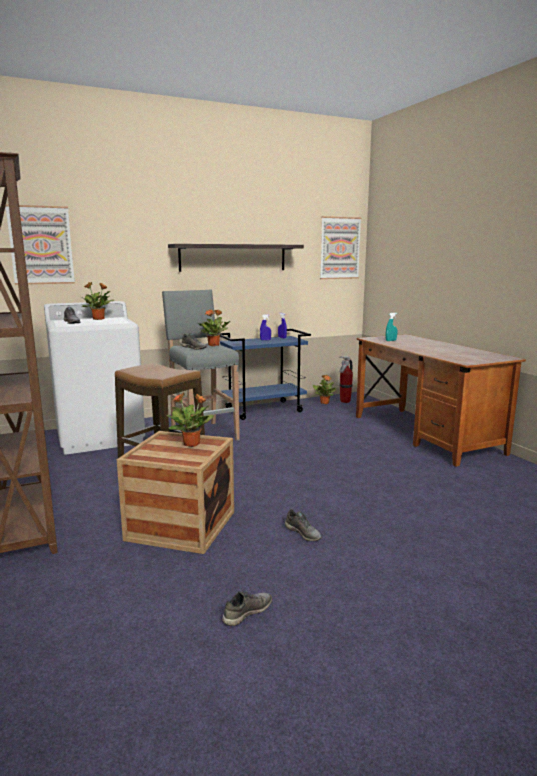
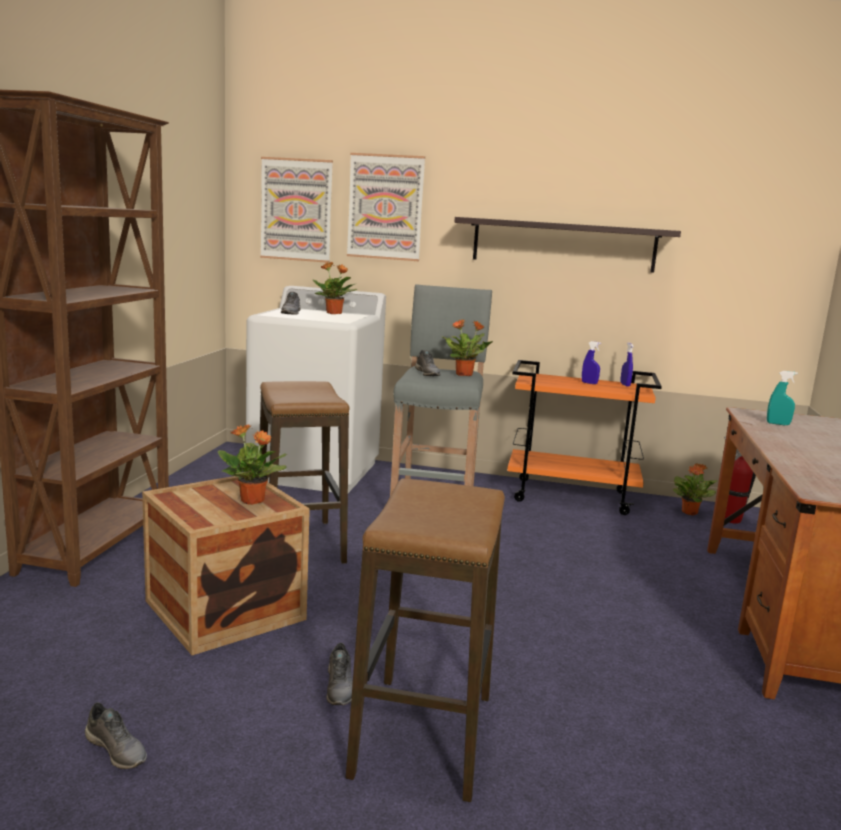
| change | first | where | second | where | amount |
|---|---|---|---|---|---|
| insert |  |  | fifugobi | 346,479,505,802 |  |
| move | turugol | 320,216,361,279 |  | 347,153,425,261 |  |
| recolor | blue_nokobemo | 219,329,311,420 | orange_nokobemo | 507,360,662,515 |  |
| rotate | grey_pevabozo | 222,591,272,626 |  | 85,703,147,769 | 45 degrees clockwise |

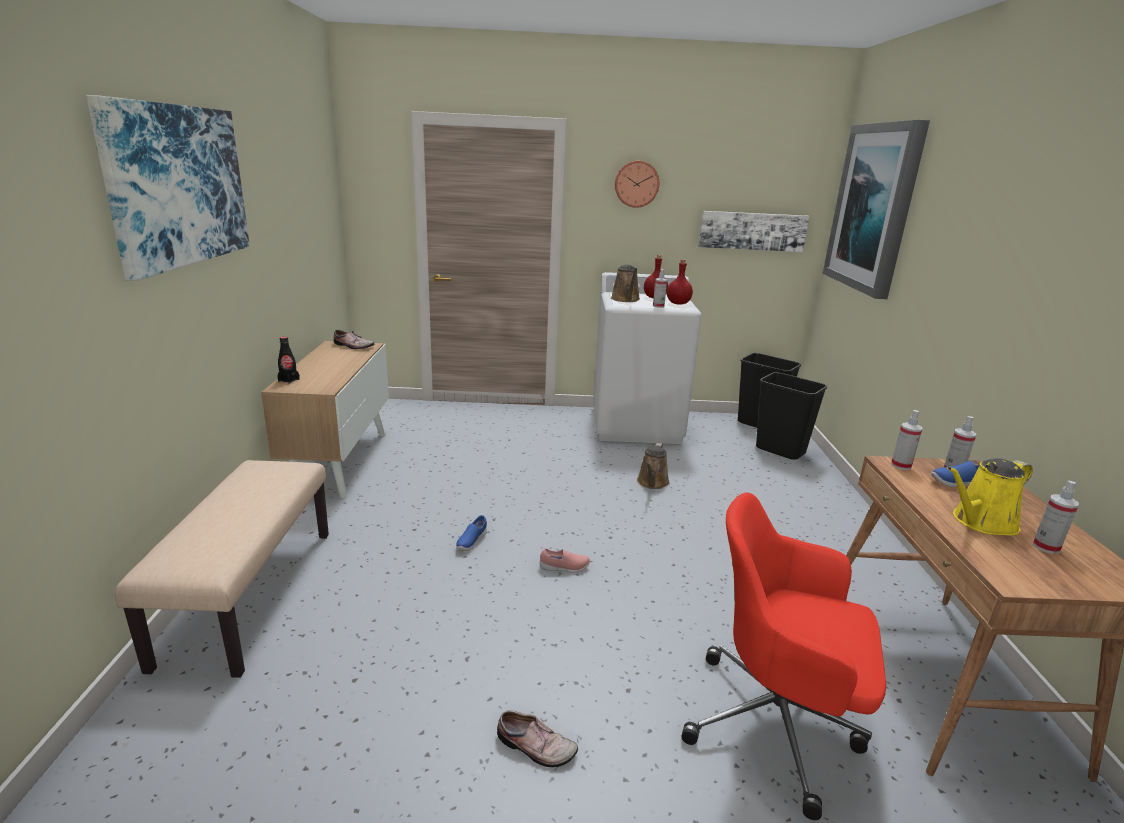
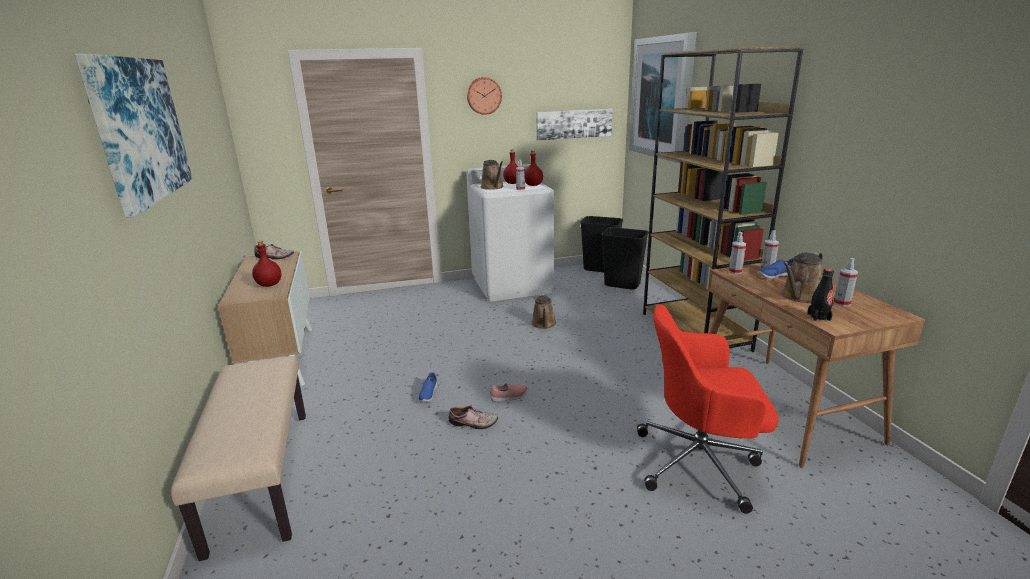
| change | first | where | second | where | amount |
|---|---|---|---|---|---|
| insert |  |  | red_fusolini | 252,241,281,287 |  |
| insert |  |  | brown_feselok | 643,46,803,352 |  |
| move | black_fusolini | 277,336,300,384 |  | 807,269,834,321 |  |
| move | pevabozo | 497,710,578,767 |  | 449,406,498,429 |  |
| recolor | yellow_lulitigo | 947,458,1033,536 | brown_lulitigo | 781,252,823,303 |  |

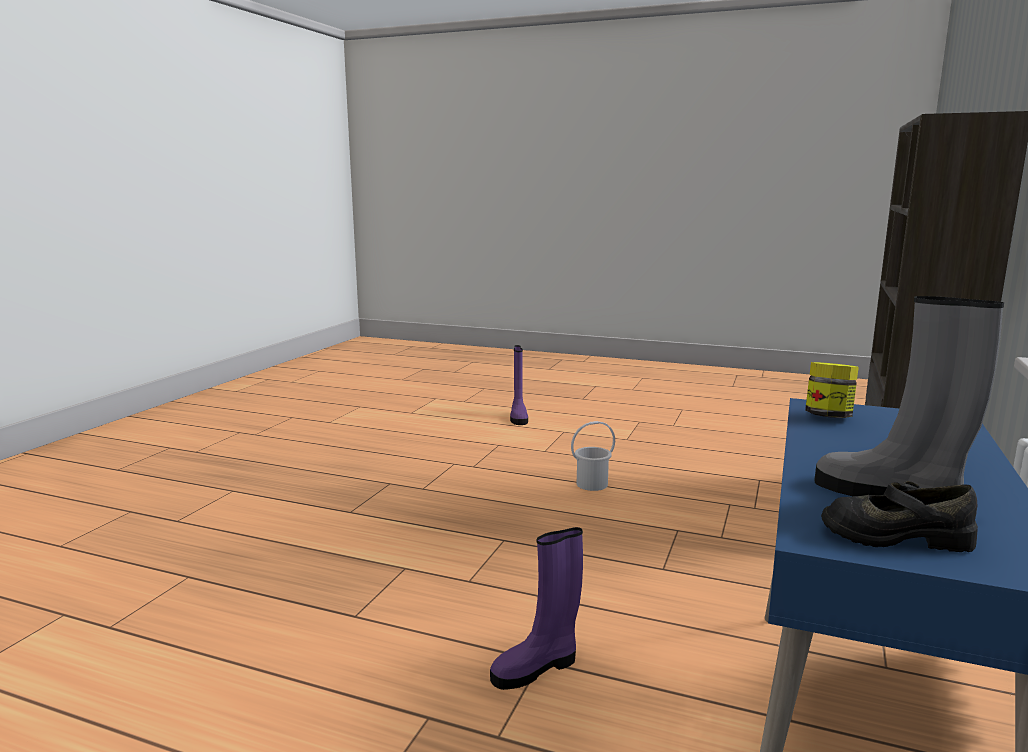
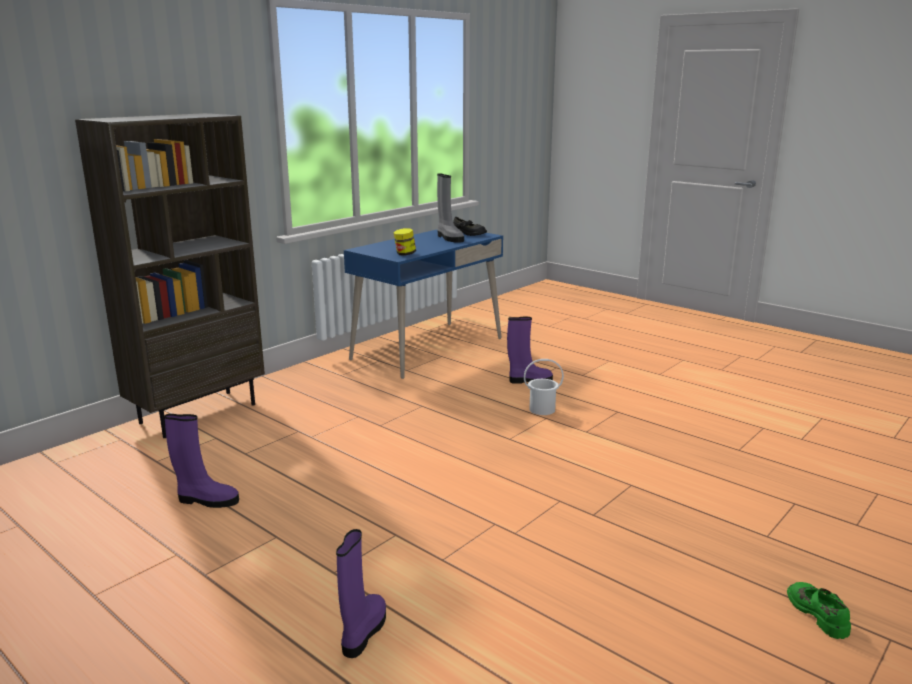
| change | first | where | second | where | amount |
|---|---|---|---|---|---|
| insert |  |  | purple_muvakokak | 164,414,239,508 |  |
| insert |  |  | green_pevabozo | 787,582,851,639 |  |
| move | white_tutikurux | 571,421,615,491 |  | 524,359,564,415 |  |

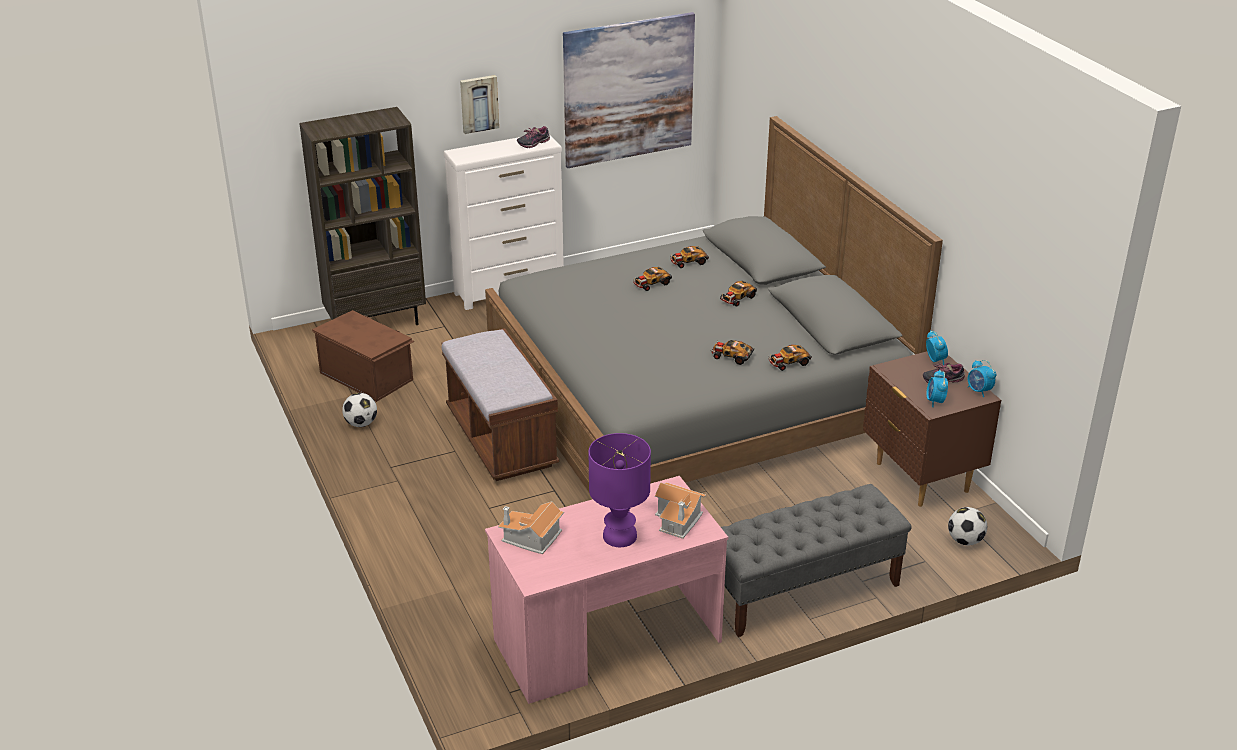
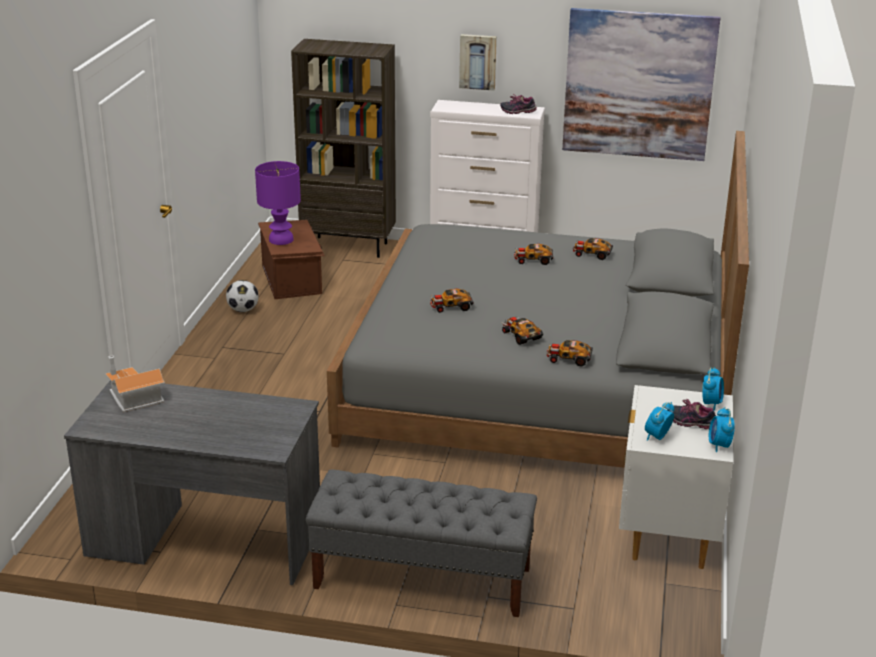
| change | first | where | second | where | amount |
|---|---|---|---|---|---|
| delete | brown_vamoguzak | 442,328,559,481 |  |  |  |
| delete | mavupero | 655,482,706,539 |  |  |  |
| delete | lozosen | 948,507,987,546 |  |  |  |
| move | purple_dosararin | 589,433,651,547 |  | 255,161,301,245 |  |
| move | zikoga | 719,281,757,307 |  | 430,289,474,313 |  |
| recolor | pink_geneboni | 485,476,728,704 | grey_geneboni | 64,381,320,585 |  |
| recolor | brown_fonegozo | 863,351,1001,507 | white_fonegozo | 619,385,733,569 |  |

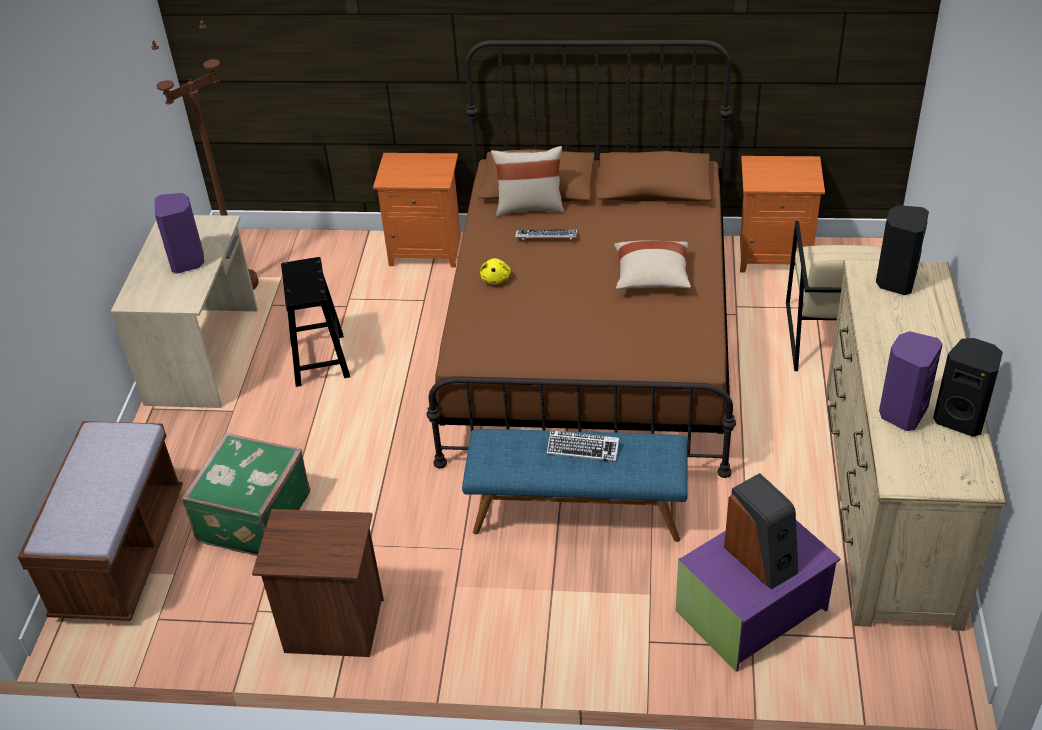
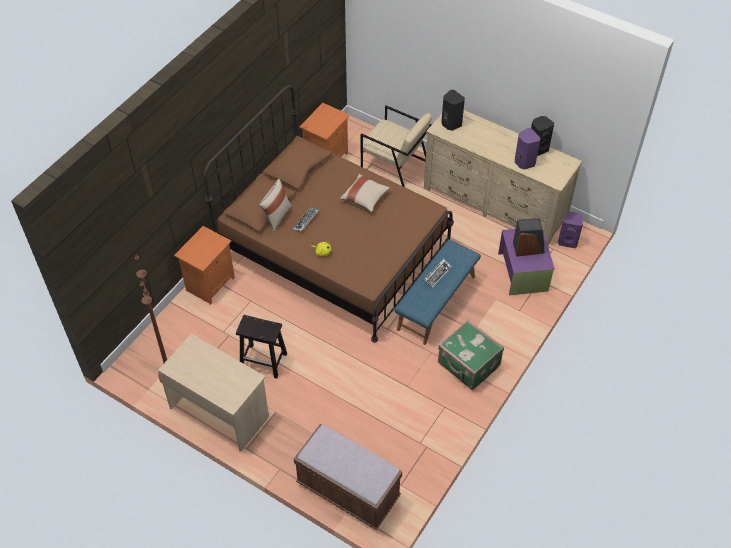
| change | first | where | second | where | amount |
|---|---|---|---|---|---|
| delete | brown_fonegozo | 252,509,384,657 |  |  |  |
| move | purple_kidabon | 155,193,204,274 |  | 558,211,583,248 |  |
| move | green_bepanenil | 181,433,310,556 |  | 438,320,504,390 |  |

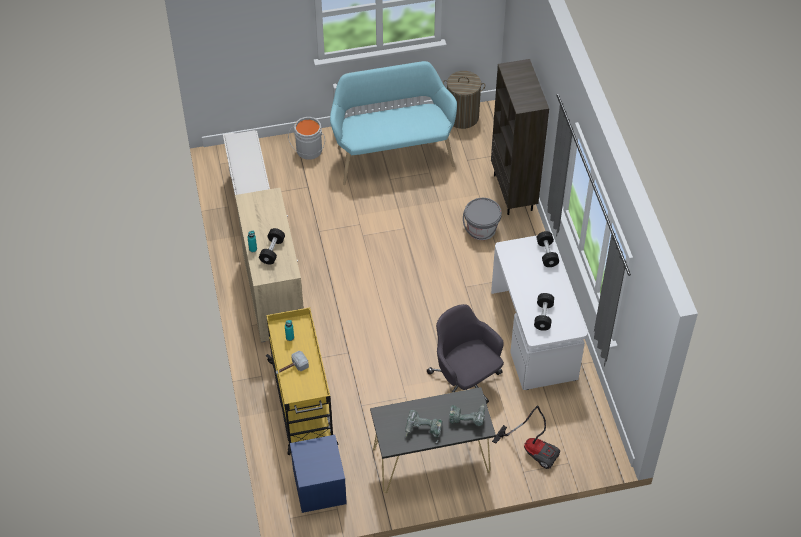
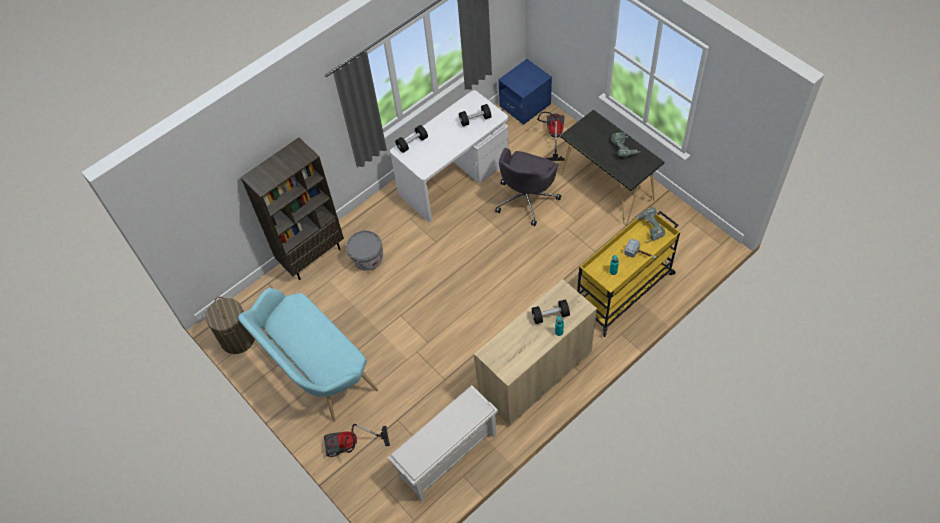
| change | first | where | second | where | amount |
|---|---|---|---|---|---|
| move | blue_fonegozo | 290,435,347,513 |  | 498,59,552,125 |  |
| move | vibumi | 449,403,485,426 |  | 632,207,665,243 |  |
| replace | grey_tutikurux | 288,117,325,160 | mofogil | 324,424,390,457 |  |

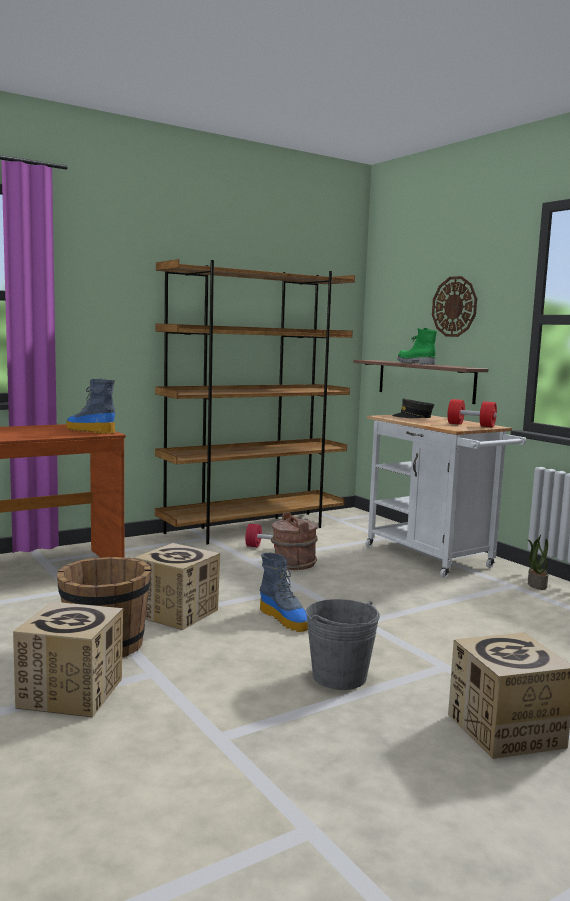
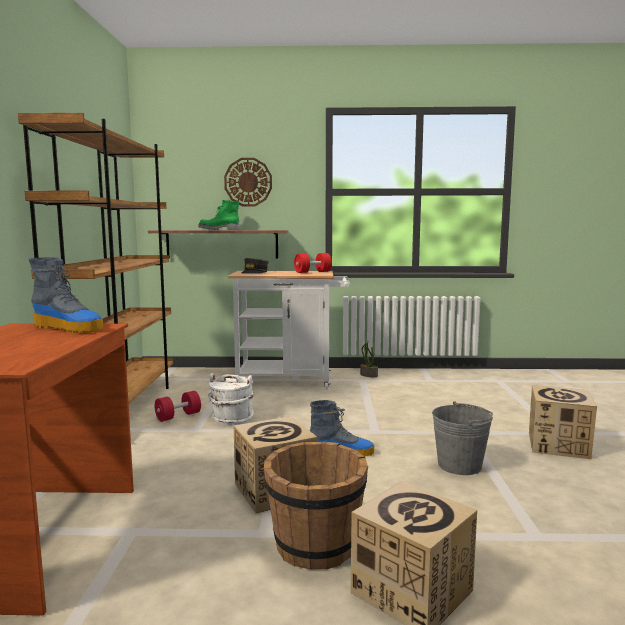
| change | first | where | second | where | amount |
|---|---|---|---|---|---|
| recolor | brown_tutikurux | 271,512,318,570 | white_tutikurux | 208,373,254,425 |  |
| rotate | muvakokak | 66,378,116,434 |  | 28,257,103,333 | 135 degrees counterclockwise |

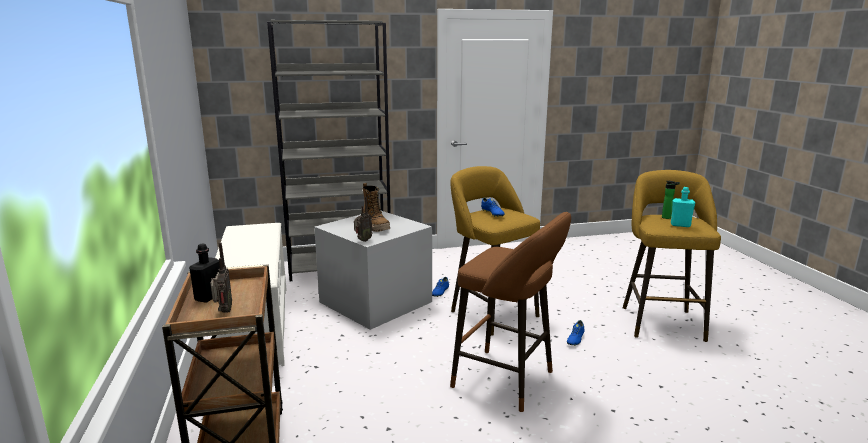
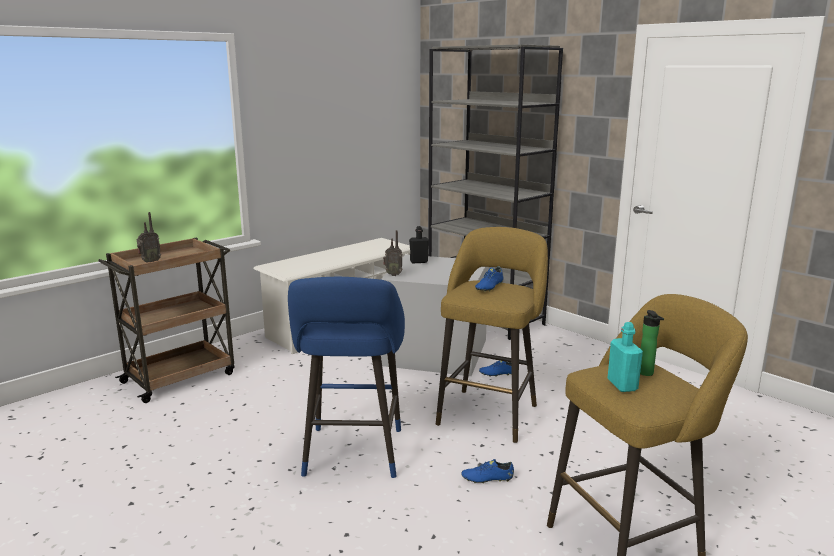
| change | first | where | second | where | amount |
|---|---|---|---|---|---|
| delete | muvakokak | 363,183,390,232 |  |  |  |
| move | black_fusolini | 189,243,220,303 |  | 409,226,429,263 |  |
| recolor | brown_fifugobi | 450,212,571,412 | blue_fifugobi | 288,277,405,478 |  |

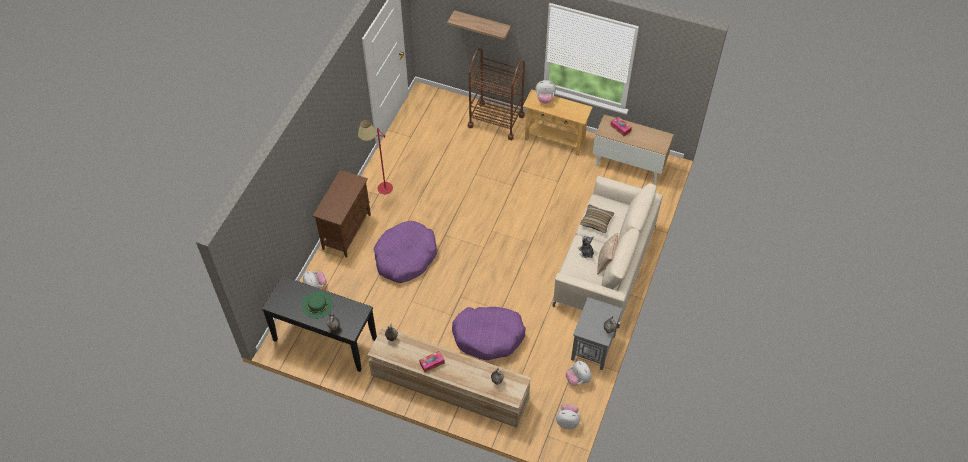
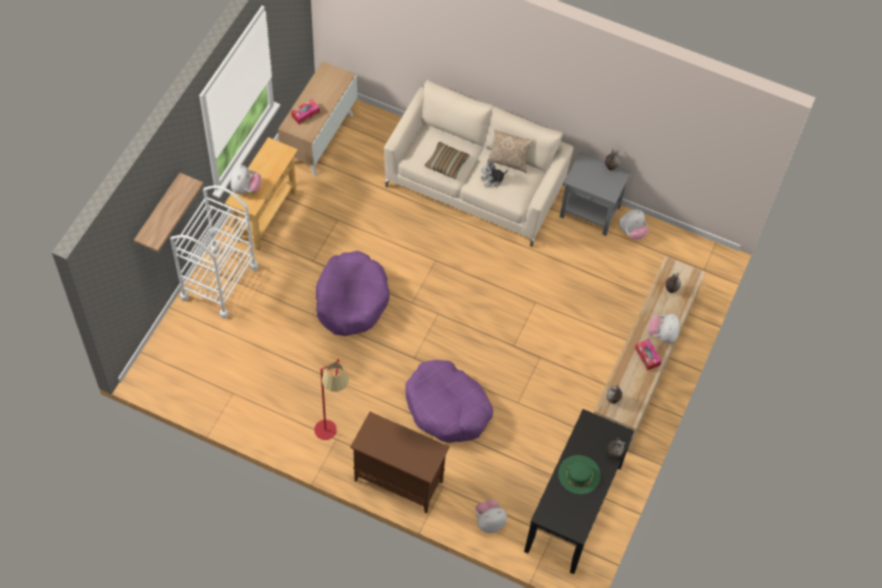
| change | first | where | second | where | amount |
|---|---|---|---|---|---|
| move | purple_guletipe | 452,307,526,360 |  | 316,250,390,336 |  |
| move | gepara | 556,404,580,429 |  | 648,314,679,343 |  |
| recolor | brown_nokobemo | 468,49,525,140 | white_nokobemo | 170,185,258,319 |  |

